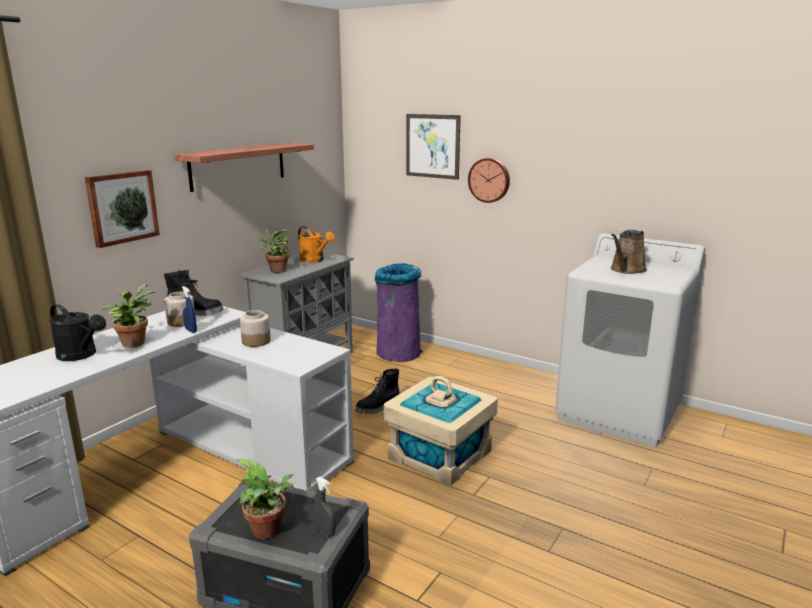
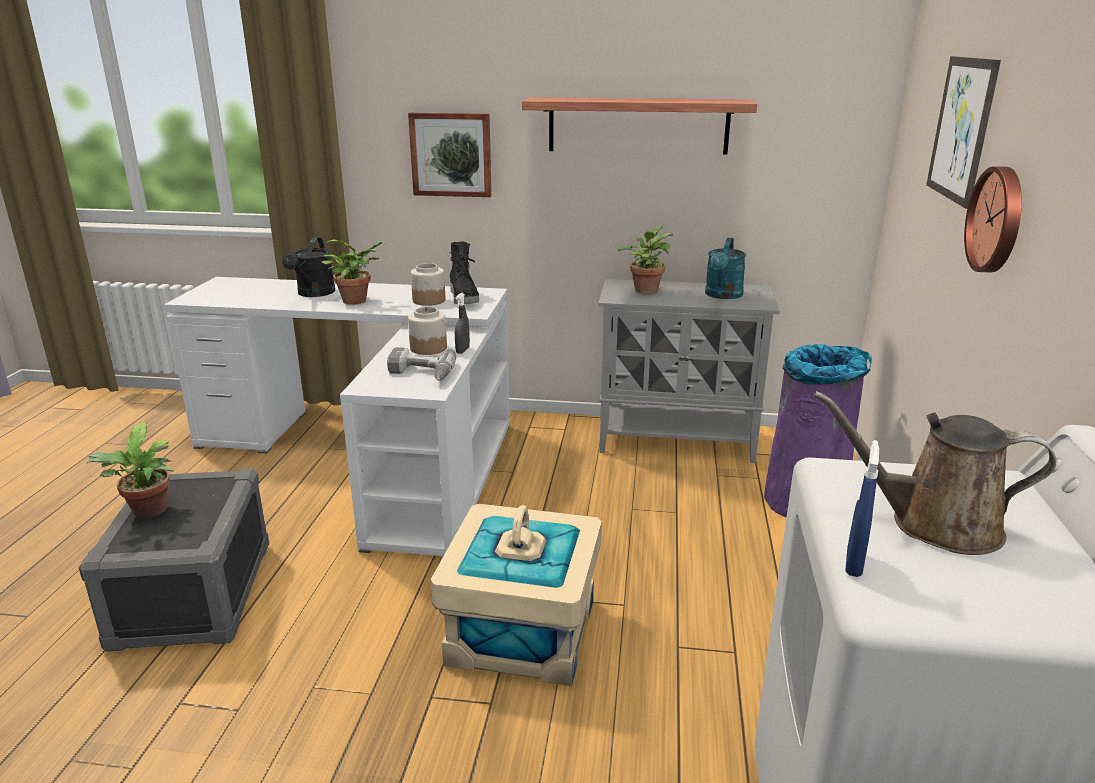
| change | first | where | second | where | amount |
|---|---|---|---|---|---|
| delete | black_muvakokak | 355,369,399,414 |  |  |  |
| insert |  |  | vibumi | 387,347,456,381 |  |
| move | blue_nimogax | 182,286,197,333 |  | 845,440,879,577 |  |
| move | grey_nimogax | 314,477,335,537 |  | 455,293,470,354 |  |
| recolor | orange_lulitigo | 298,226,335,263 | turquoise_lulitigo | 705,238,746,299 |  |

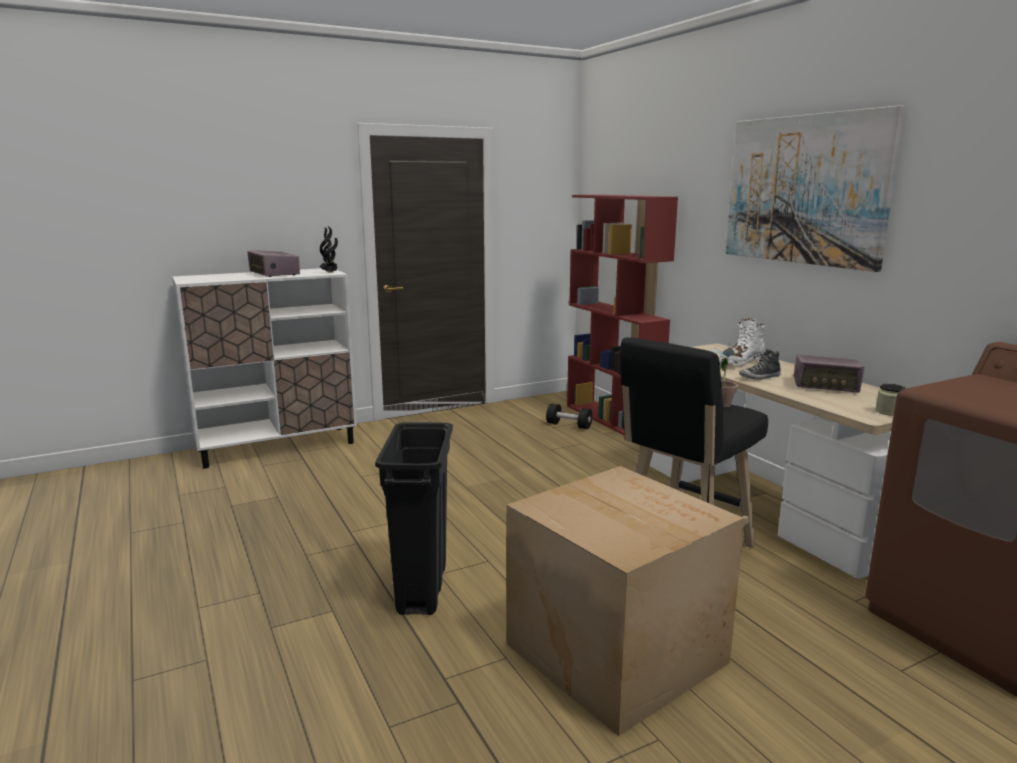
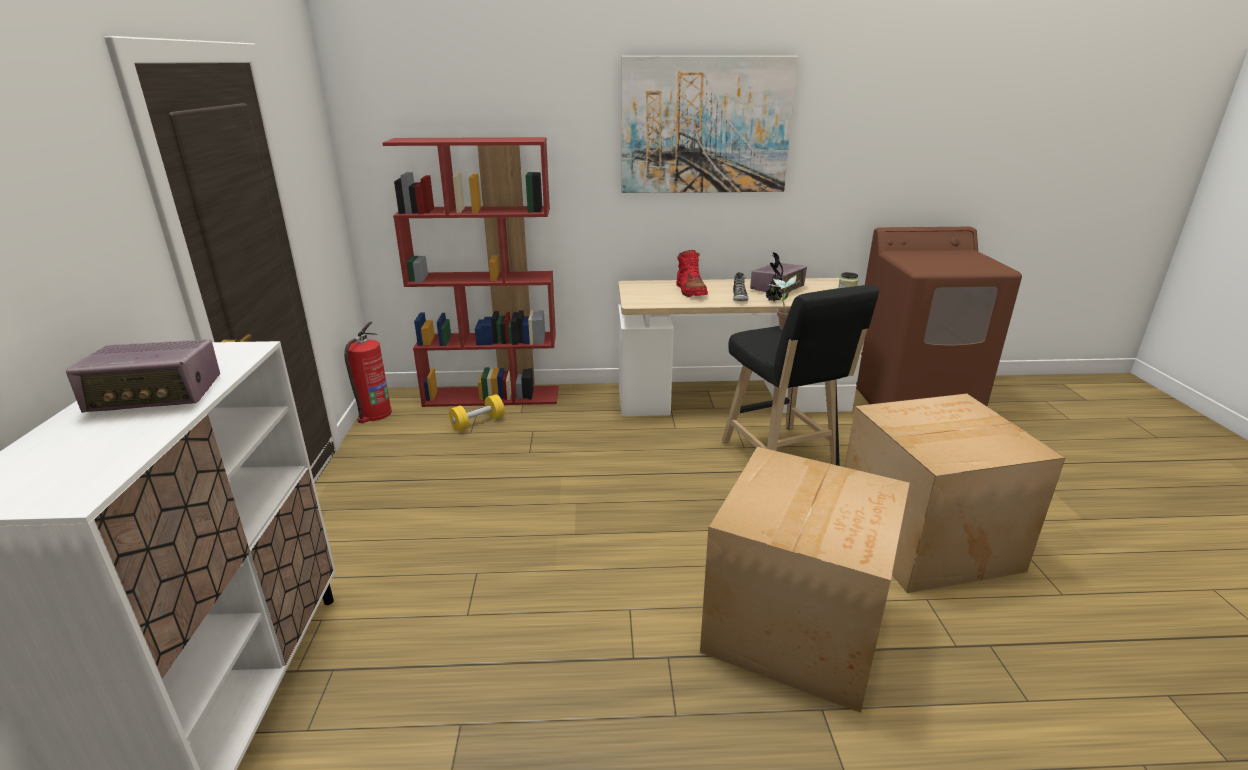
| change | first | where | second | where | amount |
|---|---|---|---|---|---|
| insert |  |  | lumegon | 344,322,392,423 |  |
| move | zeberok | 320,226,338,273 |  | 765,252,783,302 |  |
| replace | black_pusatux | 375,422,453,615 | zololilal | 700,447,910,713 |  |
| recolor | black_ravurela | 546,404,592,429 | yellow_ravurela | 449,394,505,432 |  |
| recolor | white_muvakokak | 719,318,765,366 | red_muvakokak | 676,250,708,297 |  |

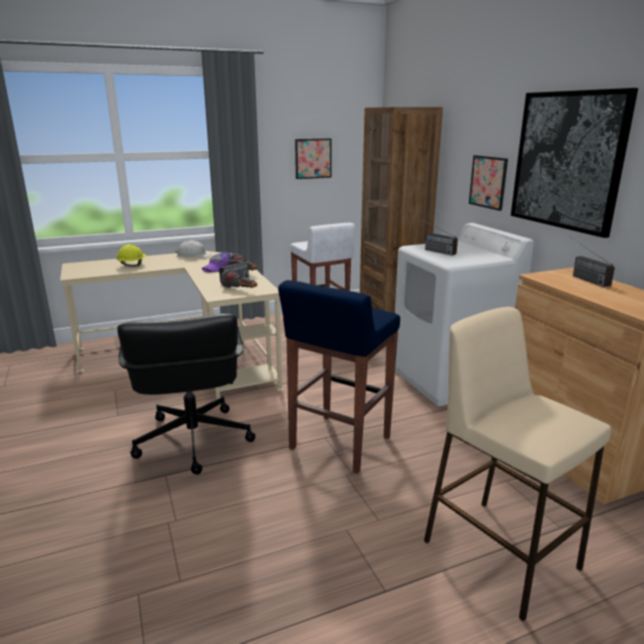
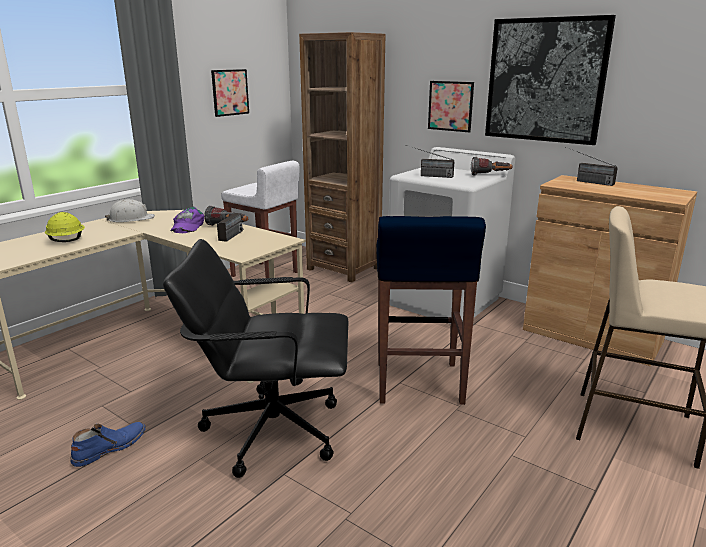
| change | first | where | second | where | amount |
|---|---|---|---|---|---|
| insert |  |  | blue_muvakokak | 71,422,146,467 |  |
| move | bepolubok | 220,269,257,288 |  | 471,157,513,176 |  |
| rotate | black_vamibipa | 117,314,256,475 |  | 163,239,348,478 | 135 degrees clockwise |

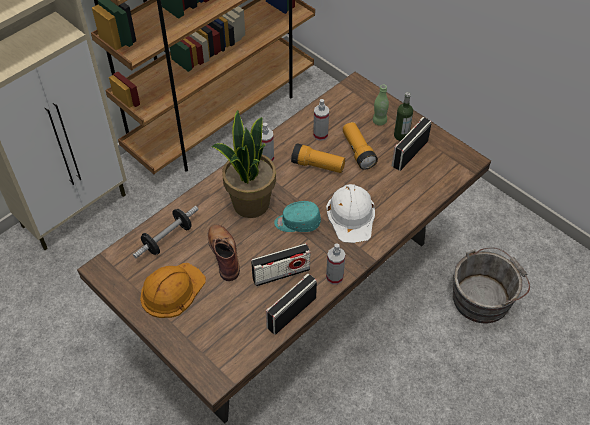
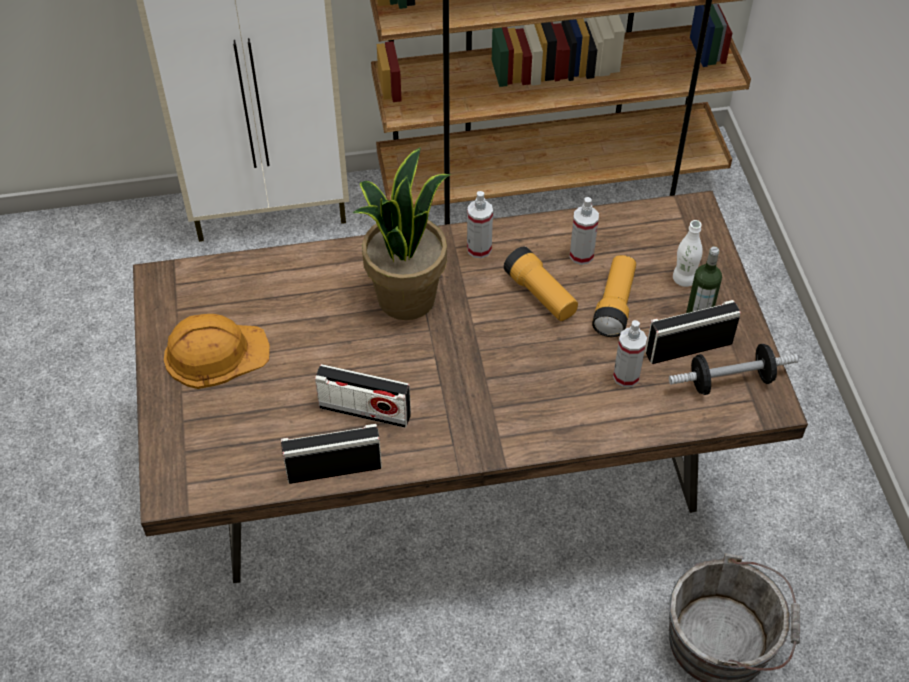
| change | first | where | second | where | amount |
|---|---|---|---|---|---|
| delete | brown_muvakokak | 208,224,240,281 |  |  |  |
| delete | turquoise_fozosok | 274,201,321,232 |  |  |  |
| delete | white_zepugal | 326,184,375,243 |  |  |  |
| move | ravurela | 133,206,199,258 |  | 669,344,798,395 |  |
| move | nimogax | 326,243,345,284 |  | 613,320,647,387 |  |
| recolor | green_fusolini | 373,85,389,126 | white_fusolini | 673,220,703,287 |  |

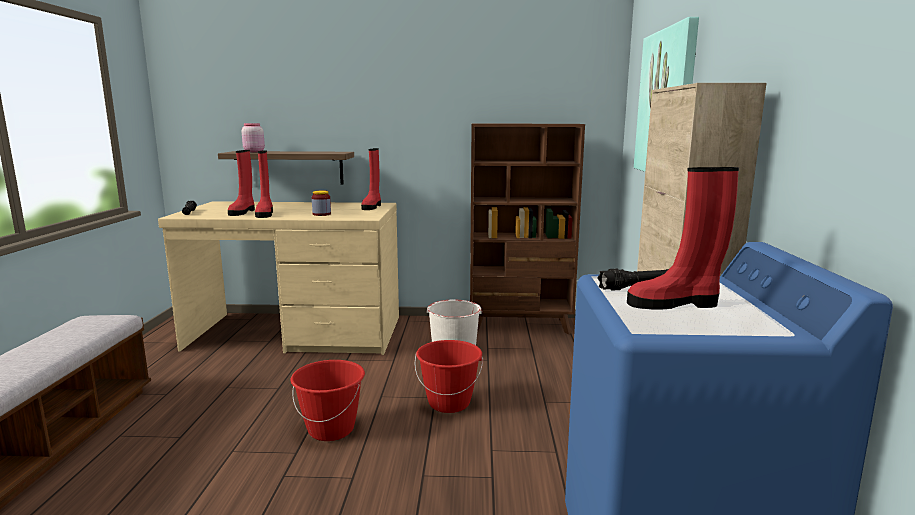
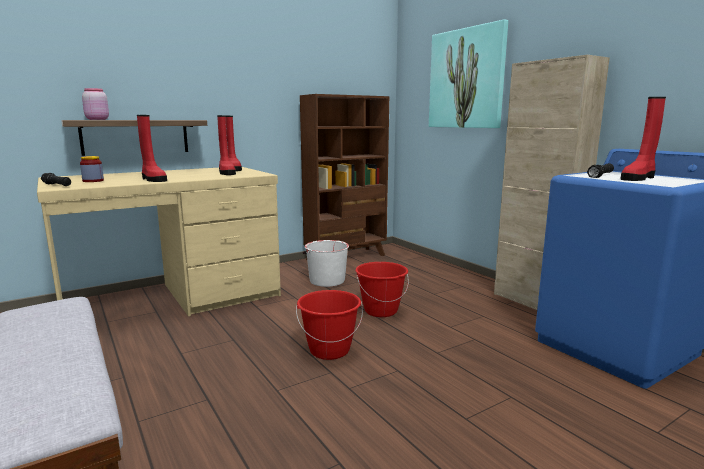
| change | first | where | second | where | amount |
|---|---|---|---|---|---|
| move | red_muvakokak | 228,150,255,216 |  | 217,115,236,175 |  |
| move | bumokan | 312,191,331,216 |  | 80,156,104,182 |  |

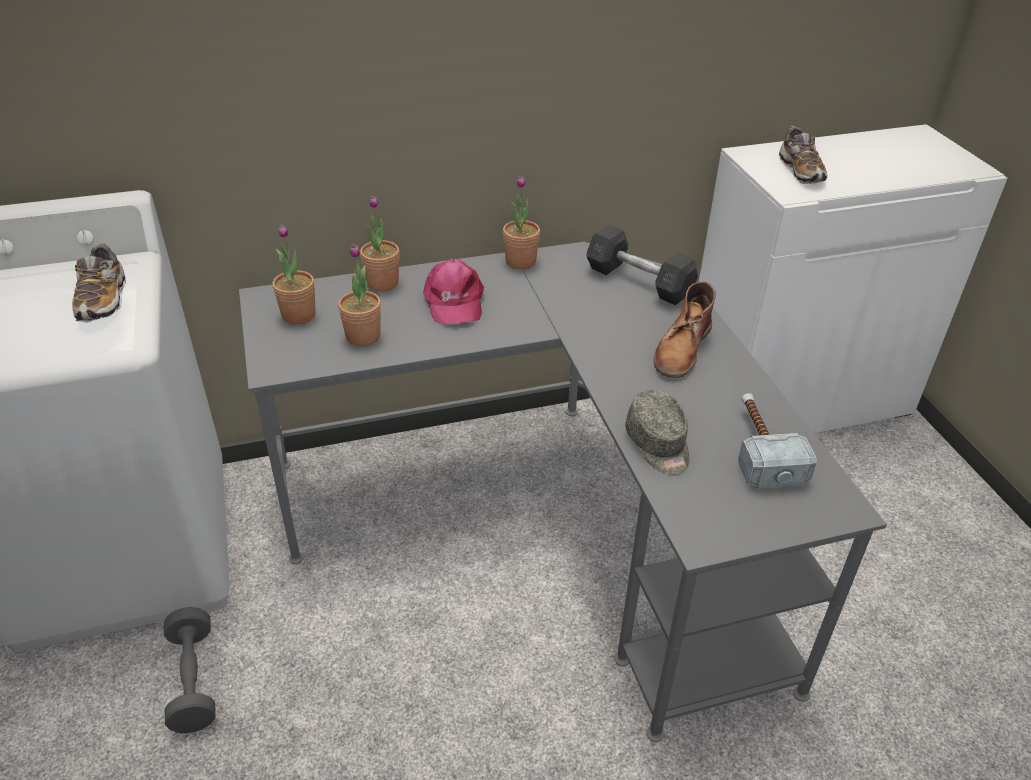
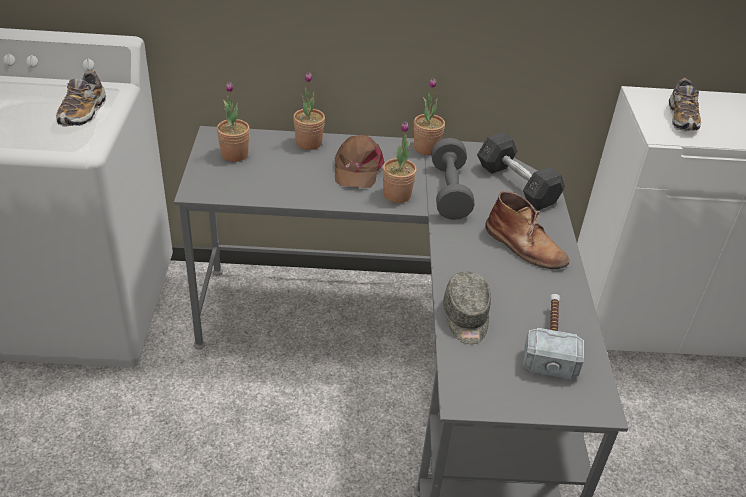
| change | first | where | second | where | amount |
|---|---|---|---|---|---|
| move | grey_ravurela | 164,607,216,733 |  | 431,138,475,220 |  |
| move | zeberok | 338,244,381,346 |  | 383,121,417,203 |  |
| recolor | pink_fozosok | 423,259,484,325 | brown_fozosok | 335,135,385,188 |  |
| rotate | brown_muvakokak | 654,281,716,378 |  | 485,191,569,269 | 90 degrees counterclockwise |

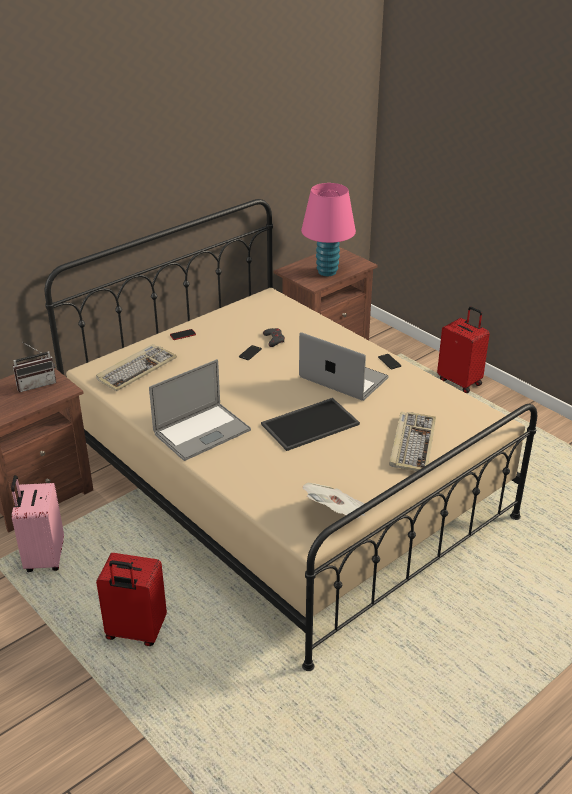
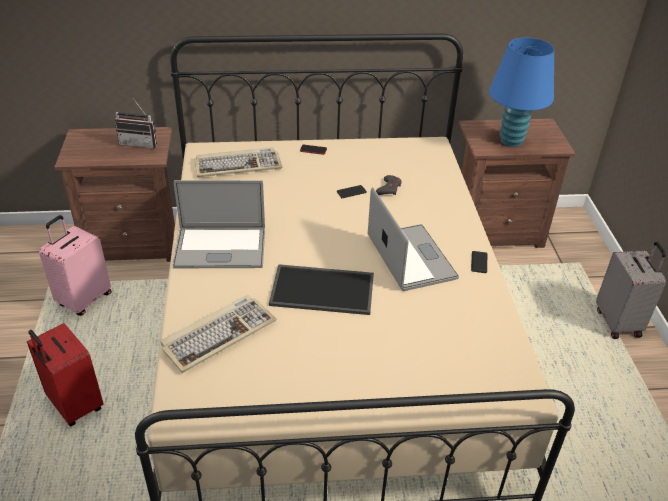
| change | first | where | second | where | amount |
|---|---|---|---|---|---|
| delete | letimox | 302,483,365,518 |  |  |  |
| move | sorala | 389,412,436,471 |  | 160,295,276,373 |  |
| recolor | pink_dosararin | 301,183,356,276 | blue_dosararin | 489,38,554,147 |  |
| recolor | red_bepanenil | 437,306,490,393 | grey_bepanenil | 596,242,666,339 |  |

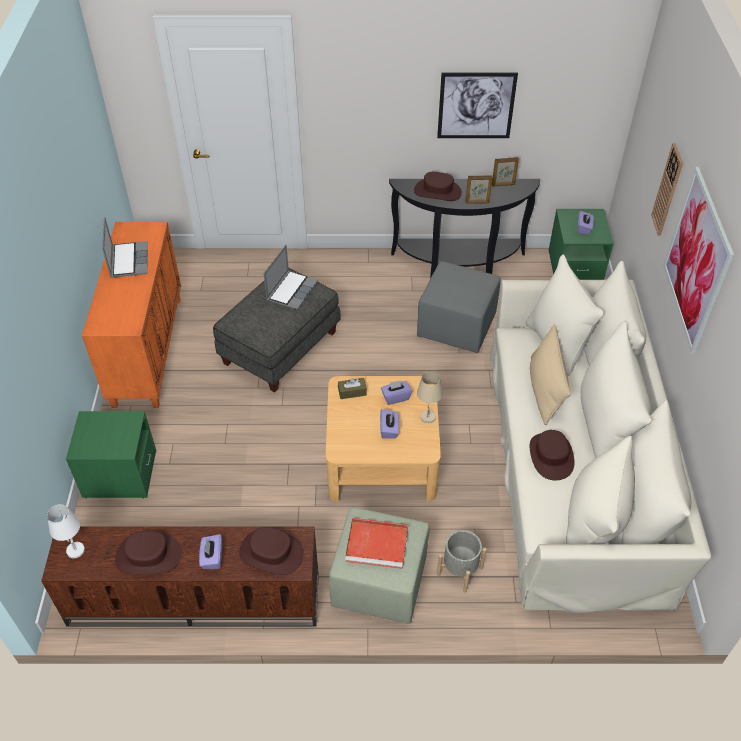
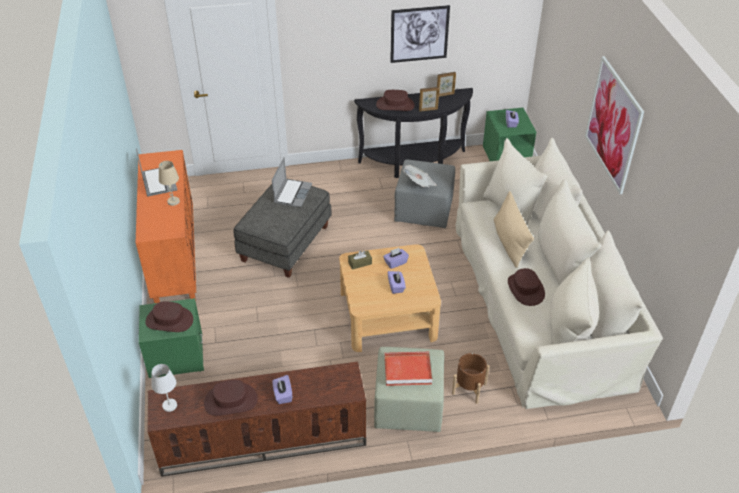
| change | first | where | second | where | amount |
|---|---|---|---|---|---|
| delete | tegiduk | 651,143,683,236 |  |  |  |
| insert |  |  | letimox | 403,165,437,188 |  |
| move | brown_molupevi | 239,527,304,575 |  | 145,302,193,332 |  |
| move | beige_dosararin | 417,372,443,423 |  | 159,161,180,206 |  |
| recolor | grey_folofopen | 437,530,487,593 | brown_folofopen | 452,353,489,404 |  |

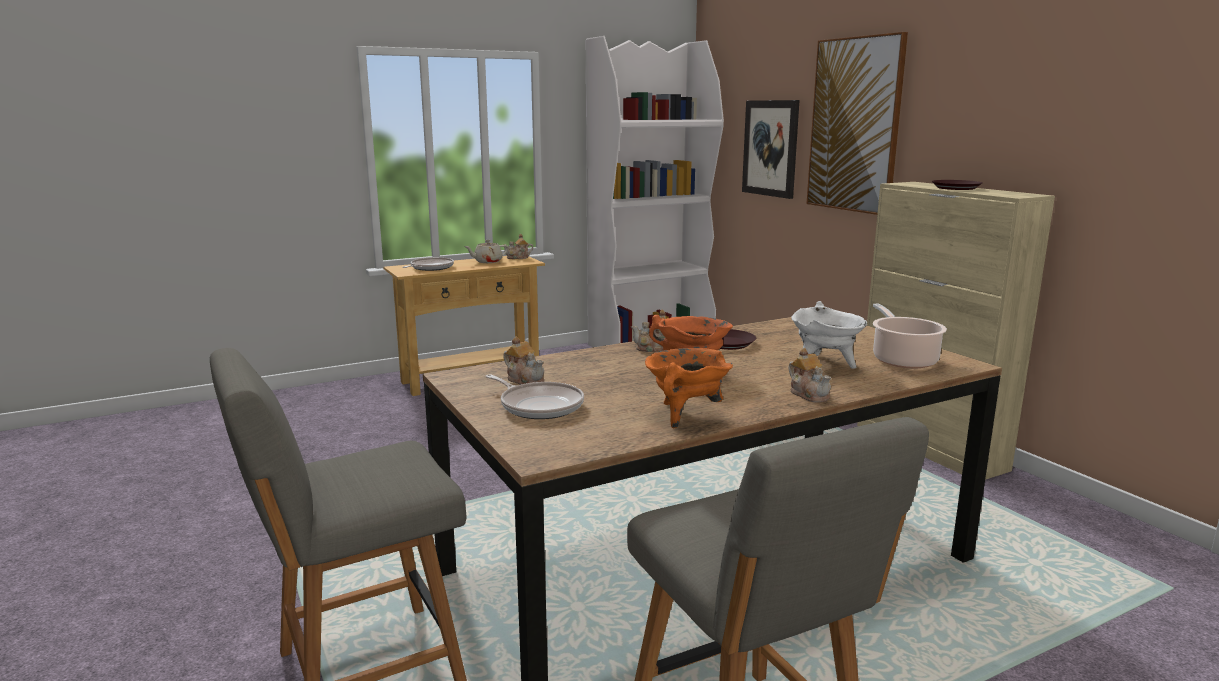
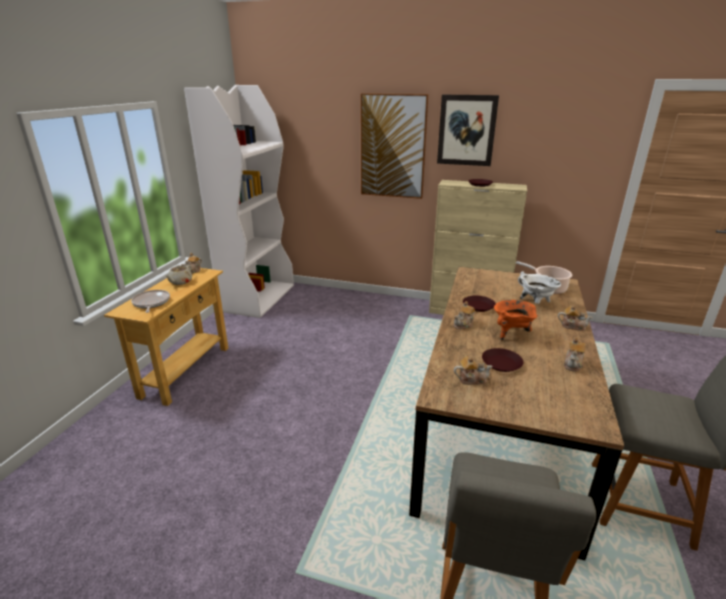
| change | first | where | second | where | amount |
|---|---|---|---|---|---|
| delete | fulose | 486,374,584,419 |  |  |  |
| insert |  |  | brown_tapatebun | 482,348,523,372 |  |
| move | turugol | 742,100,800,199 |  | 437,95,499,166 |  |
| replace | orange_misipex | 645,348,733,428 | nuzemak | 564,338,586,371 |  |

